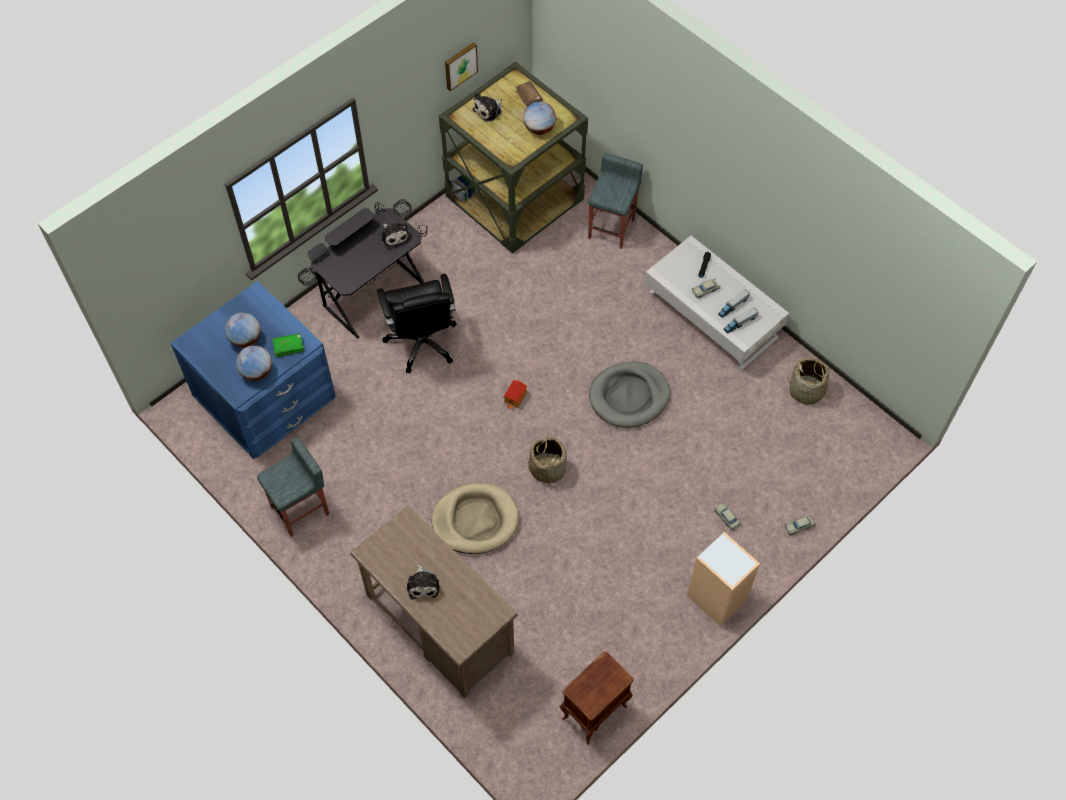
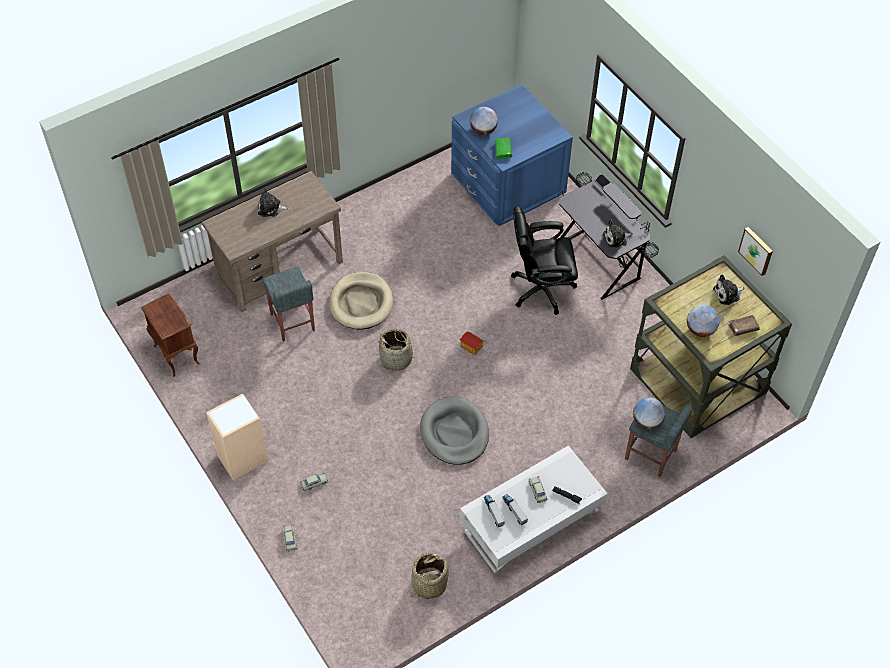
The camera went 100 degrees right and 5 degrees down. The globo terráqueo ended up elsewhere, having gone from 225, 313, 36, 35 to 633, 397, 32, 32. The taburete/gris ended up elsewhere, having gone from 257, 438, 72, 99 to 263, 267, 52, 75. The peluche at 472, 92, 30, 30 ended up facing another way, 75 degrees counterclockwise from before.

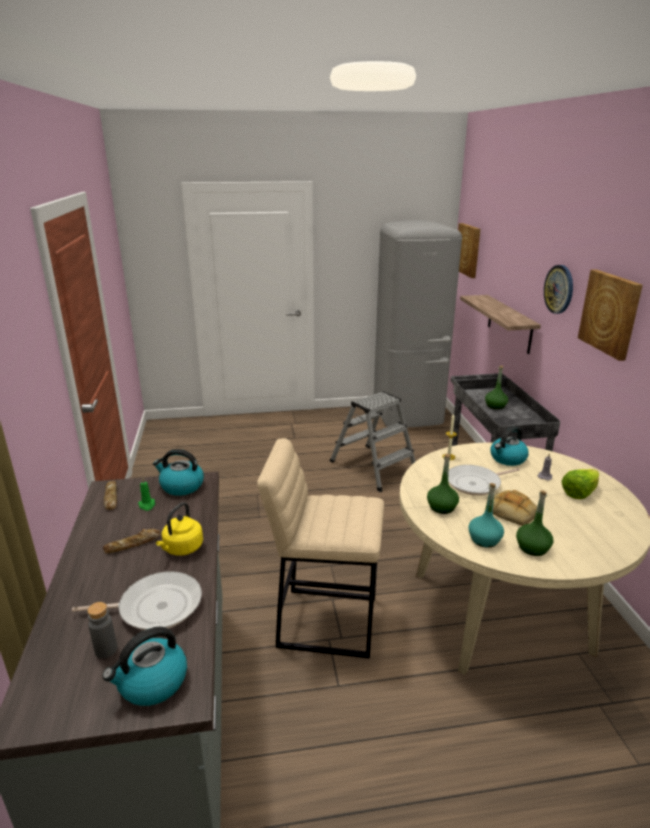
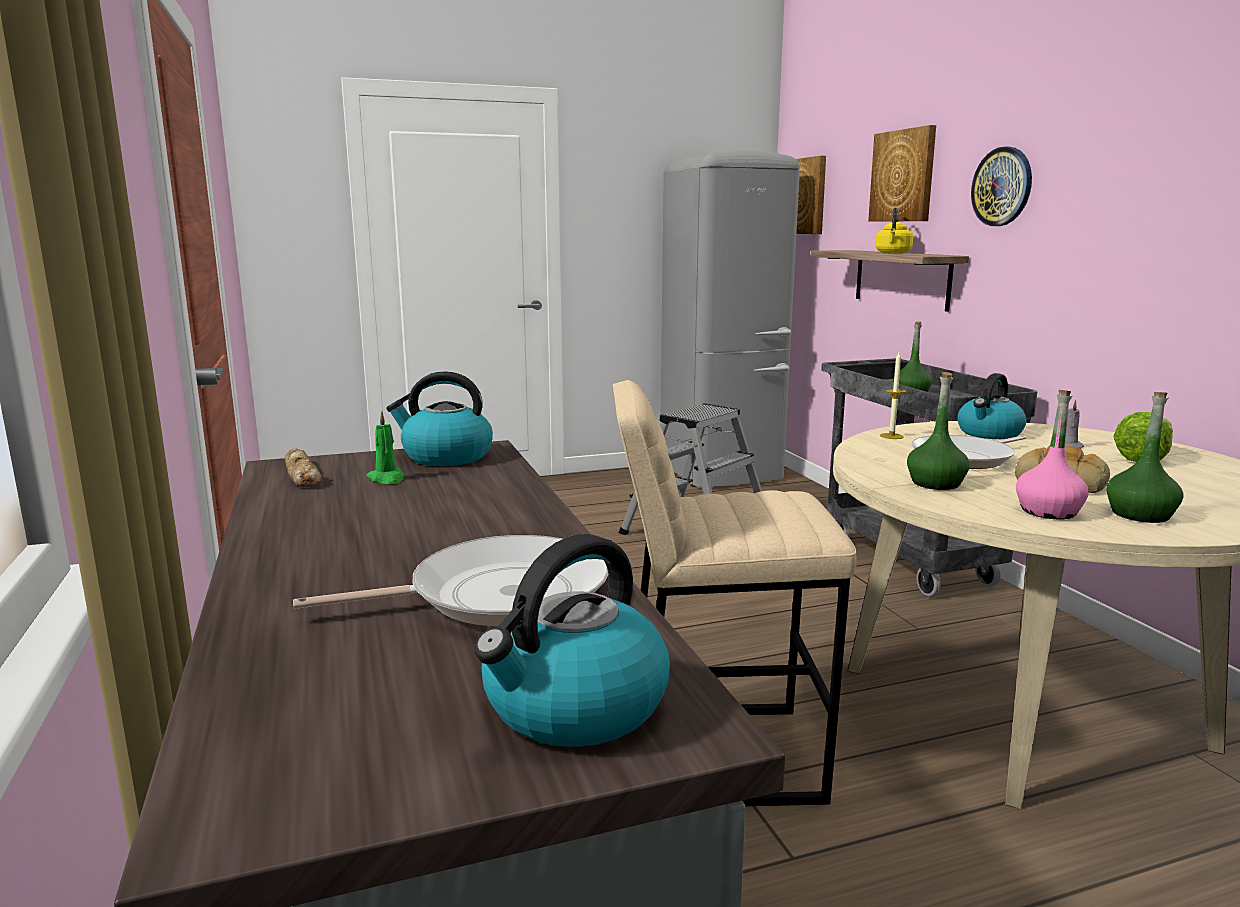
The camera went 10 degrees left and 10 degrees down. The second view lost the botella/gris at 87, 602, 30, 57. The second view lost the pan at 103, 529, 57, 24. The hervidor/amarillo ended up elsewhere, having gone from 156, 502, 47, 54 to 875, 207, 38, 46. The cuadro ended up elsewhere, having gone from 578, 269, 65, 92 to 868, 125, 68, 97. What was the botella/turquesa at 468, 483, 36, 65 turned into the botella/rosa at 1016, 390, 72, 129.

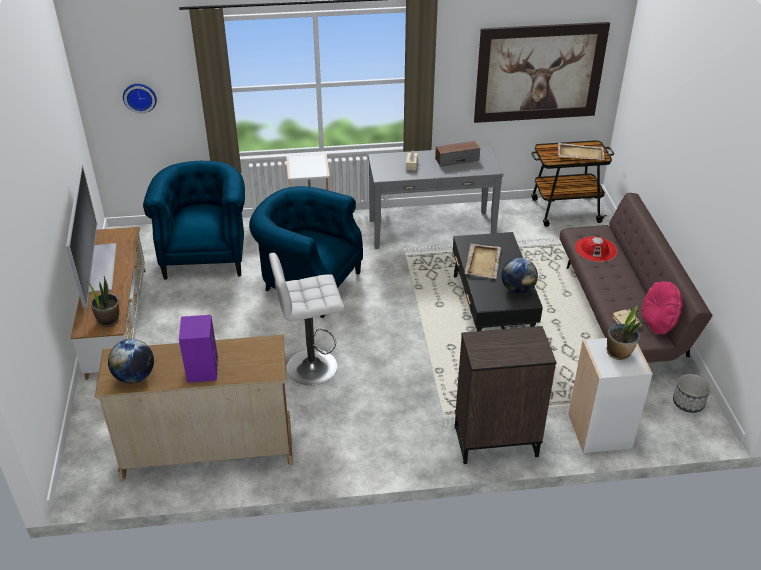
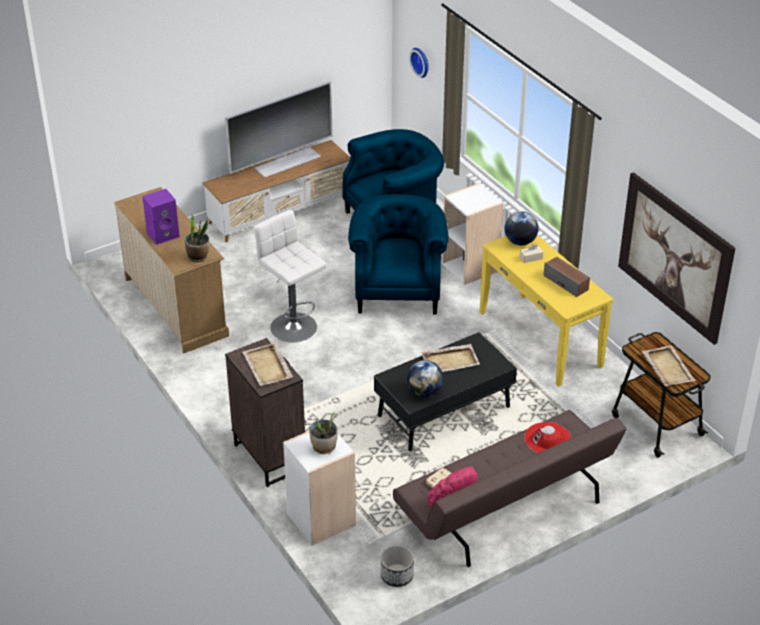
The camera went 65 degrees right and 0 degrees up. The second view gained the bandeja/beis at 242, 343, 51, 43. The planta en maceta ended up elsewhere, having gone from 87, 276, 33, 51 to 185, 214, 25, 48. The globo terráqueo ended up elsewhere, having gone from 108, 339, 46, 44 to 505, 211, 34, 34. What was the mesa consola/gris at 368, 146, 135, 103 turned into the mesa consola/amarillo at 480, 235, 133, 152.

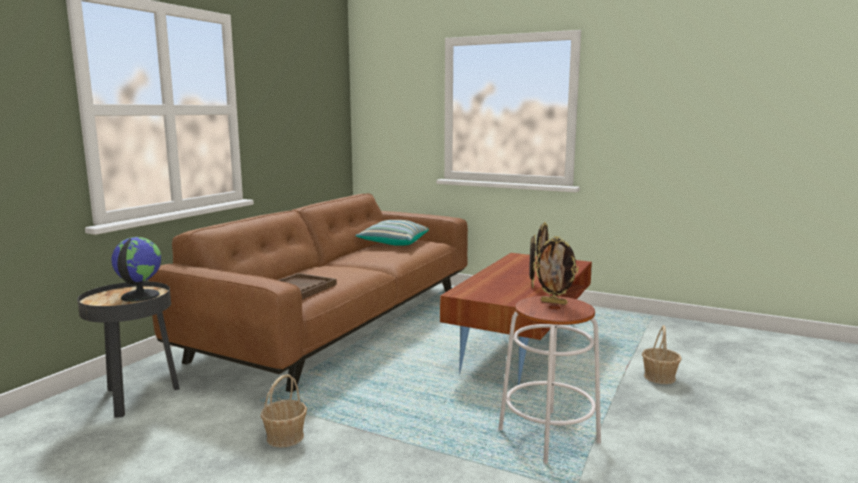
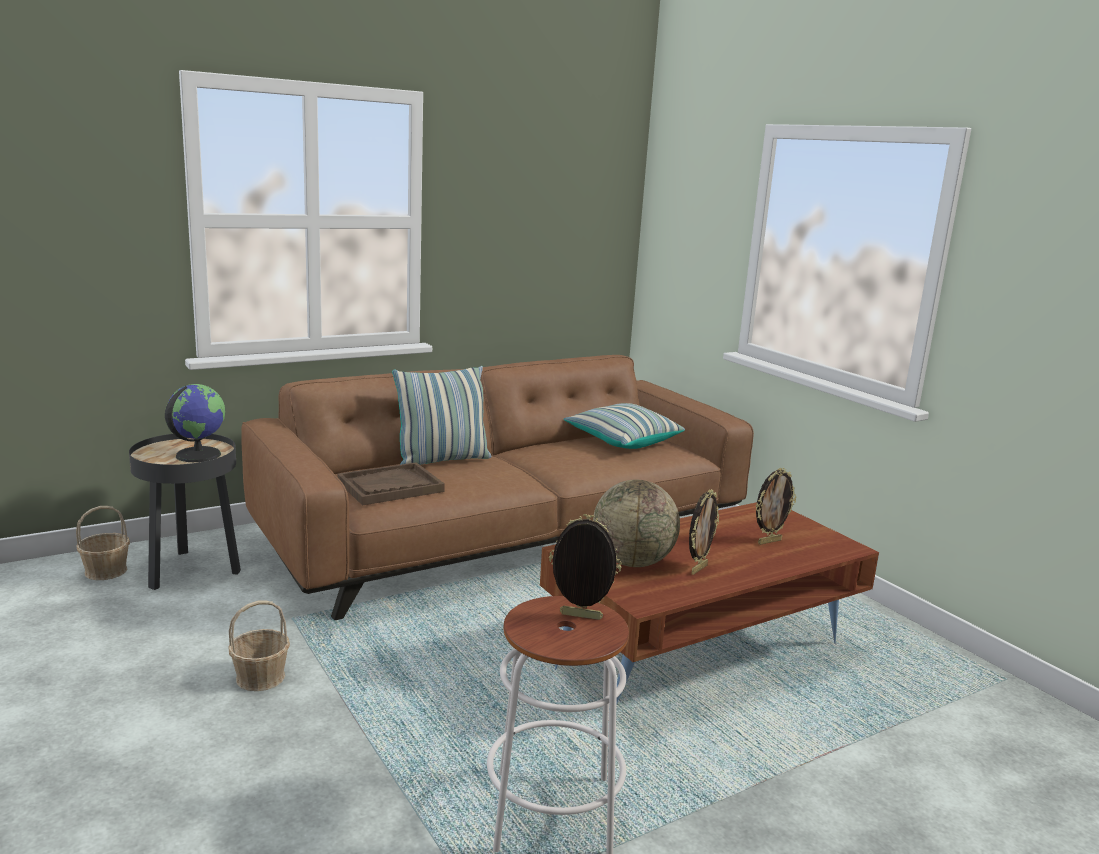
The camera went 30 degrees right and 5 degrees up. The second view gained the cojín at 392, 366, 99, 99. The second view gained the globo terráqueo at 593, 479, 87, 88. The cesta ended up elsewhere, having gone from 642, 325, 40, 59 to 76, 506, 54, 74. The portarretratos at 533, 236, 46, 69 ended up facing another way, 135 degrees clockwise from before.

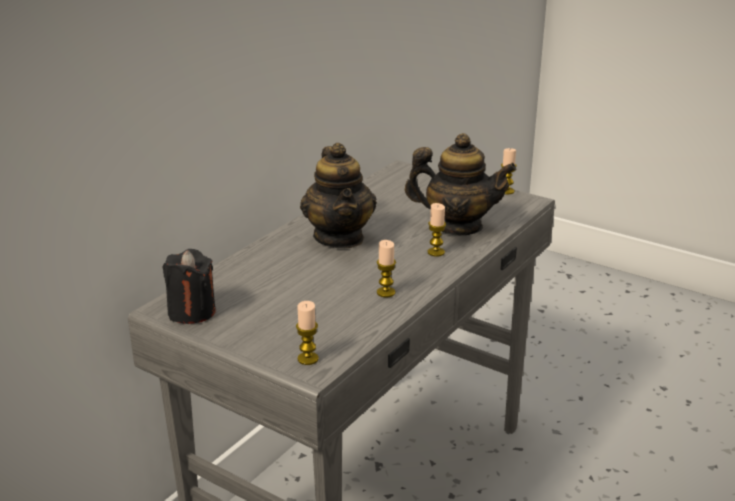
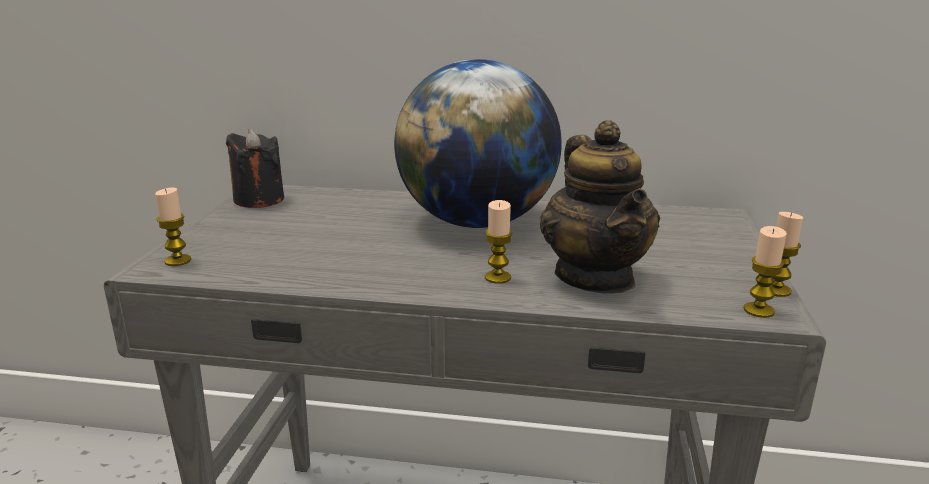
The camera went 65 degrees right and 5 degrees down. The vela ended up elsewhere, having gone from 377, 240, 19, 58 to 744, 226, 43, 92. Where the tetera stood at 300, 143, 77, 105, the globo terráqueo came to stand at 394, 59, 168, 169.

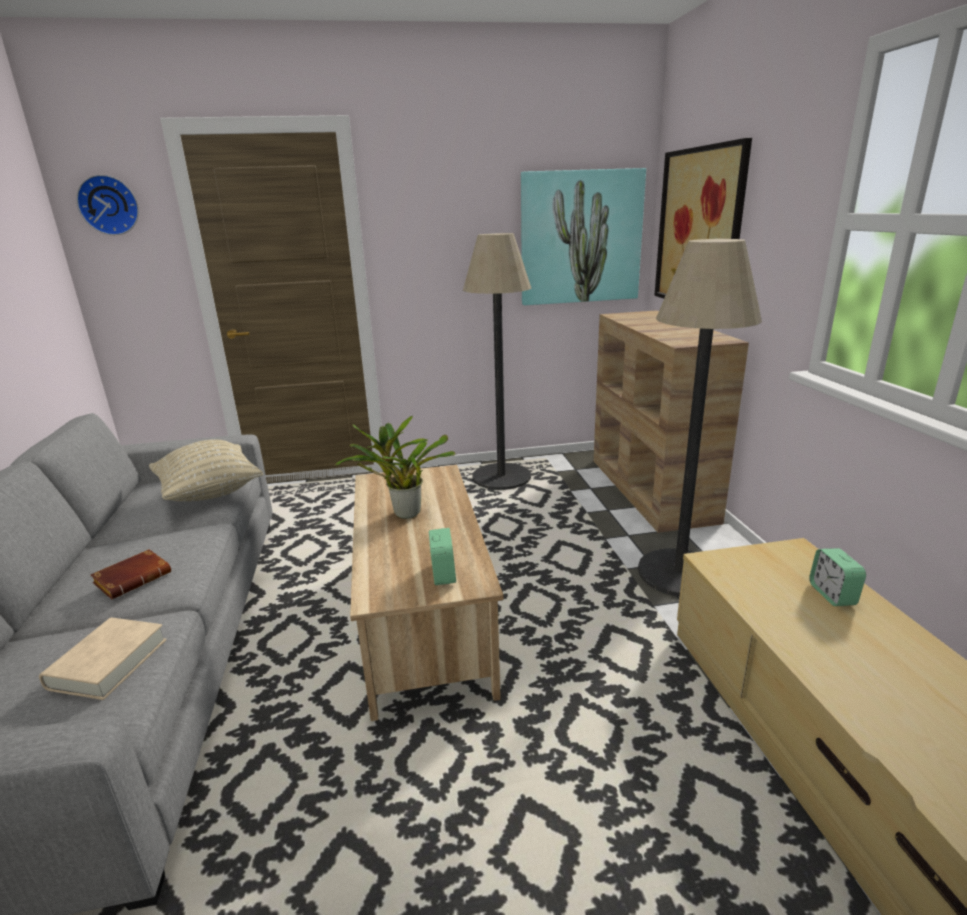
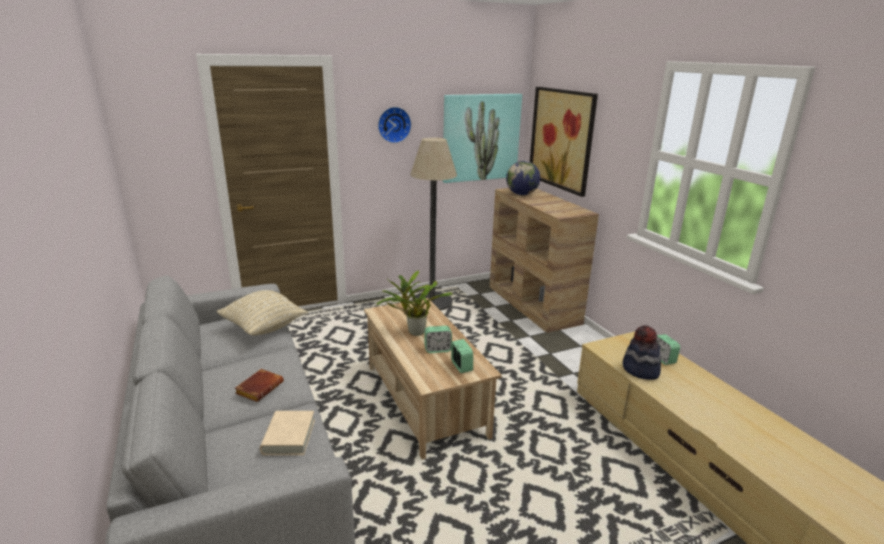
The camera went 15 degrees left and 0 degrees up. The second view lost the lámpara de pie at 638, 239, 124, 358. The second view gained the despertador at 425, 326, 27, 27. The second view gained the globo terráqueo at 506, 161, 34, 34. The second view gained the sombrero at 623, 325, 38, 55. The reloj de pared ended up elsewhere, having gone from 76, 175, 63, 60 to 378, 107, 34, 36.

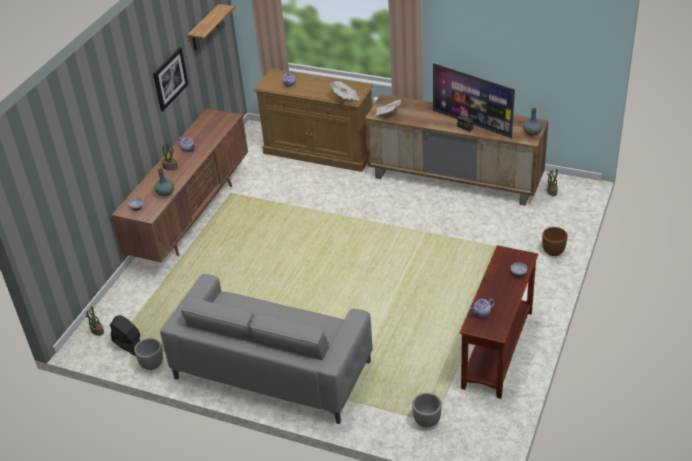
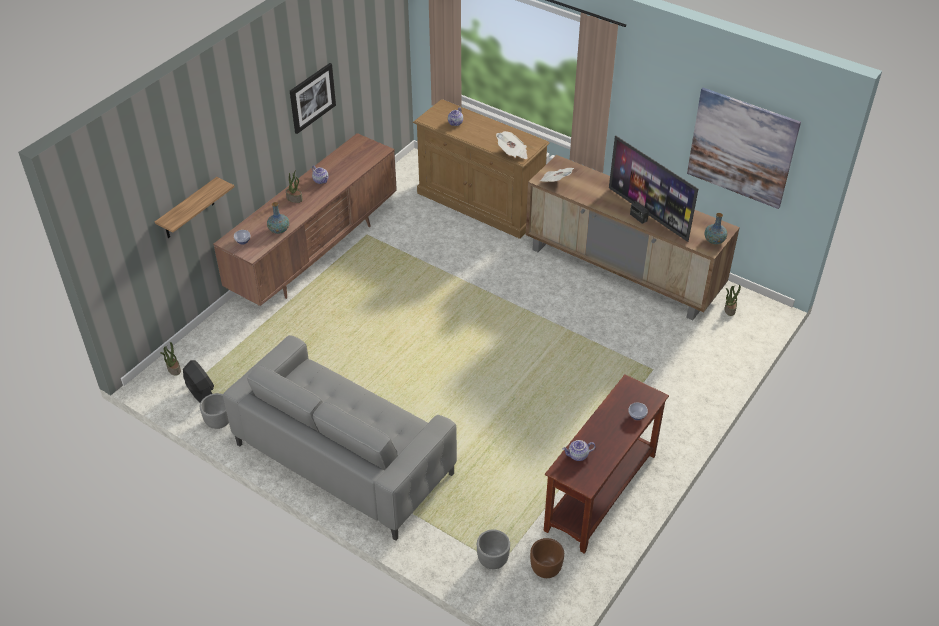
The camera went 10 degrees right and 5 degrees up. The second view gained the cuadro at 687, 88, 114, 121. The estante ended up elsewhere, having gone from 188, 4, 47, 46 to 155, 177, 80, 61. The maceta/marrón ended up elsewhere, having gone from 542, 227, 26, 29 to 530, 538, 34, 40.

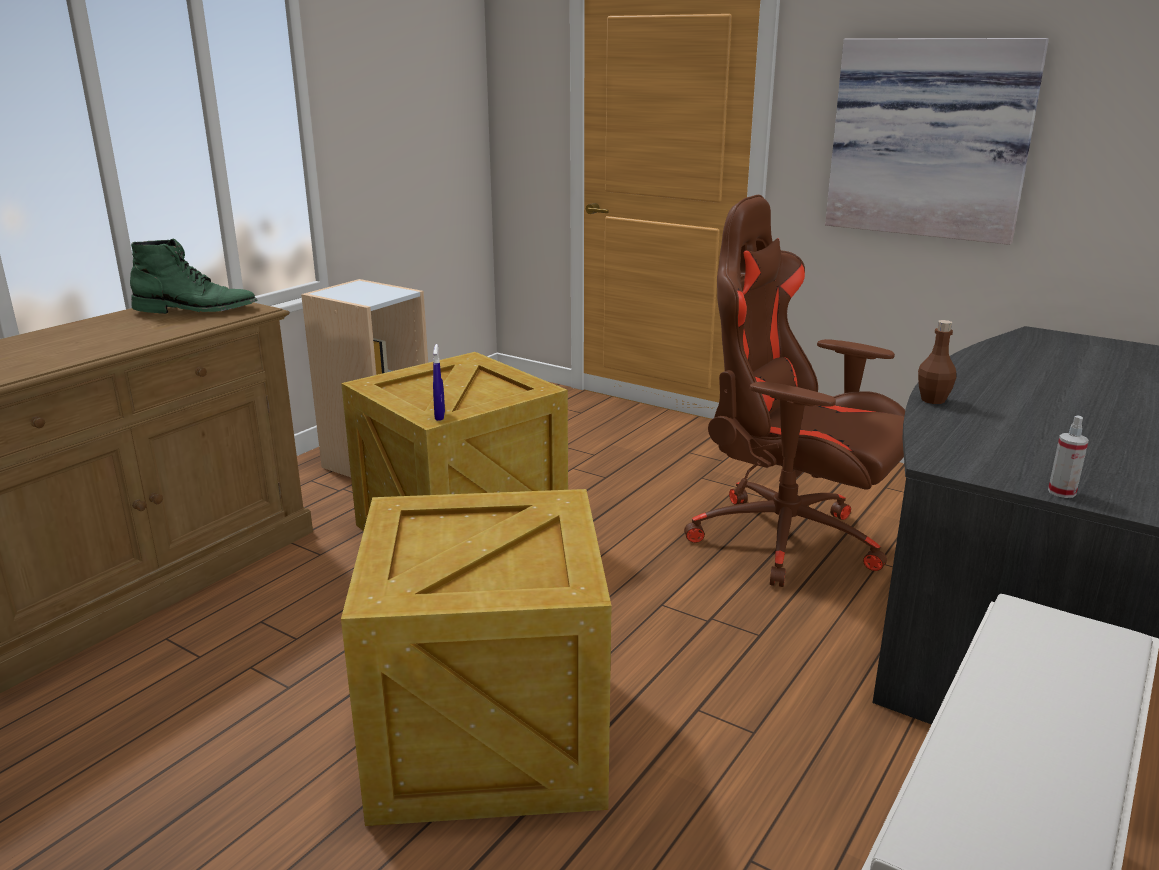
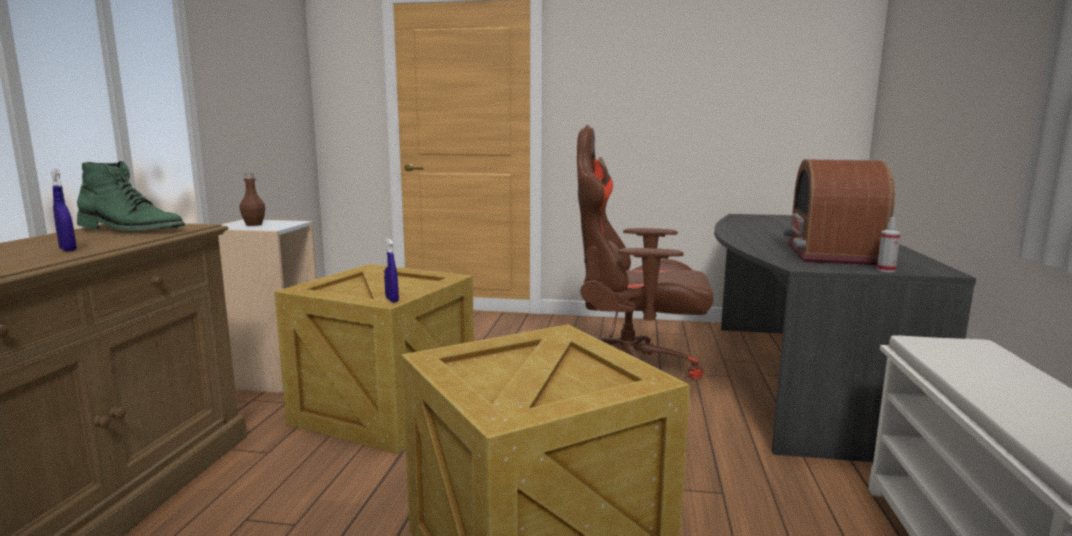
The camera went 25 degrees left and 10 degrees down. The second view lost the cuadro at 825, 38, 224, 207. The second view gained the pulverizador/azul at 51, 169, 26, 82. The second view gained the radio at 784, 159, 111, 106. The botella/marrón ended up elsewhere, having gone from 918, 320, 38, 84 to 240, 173, 25, 53. The bota/verde at 130, 239, 128, 75 ended up facing another way, 45 degrees clockwise from before.

